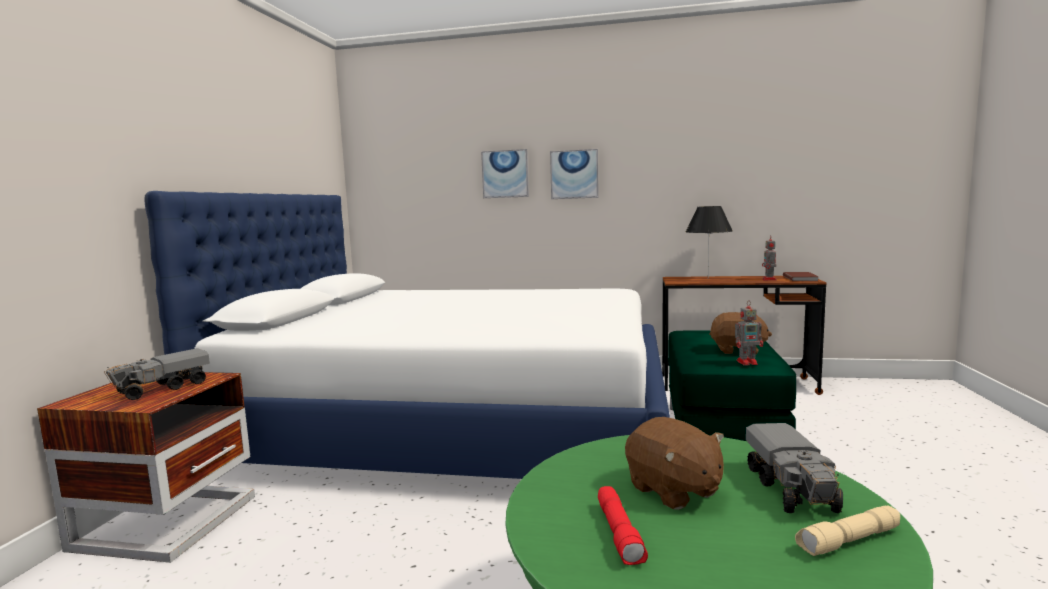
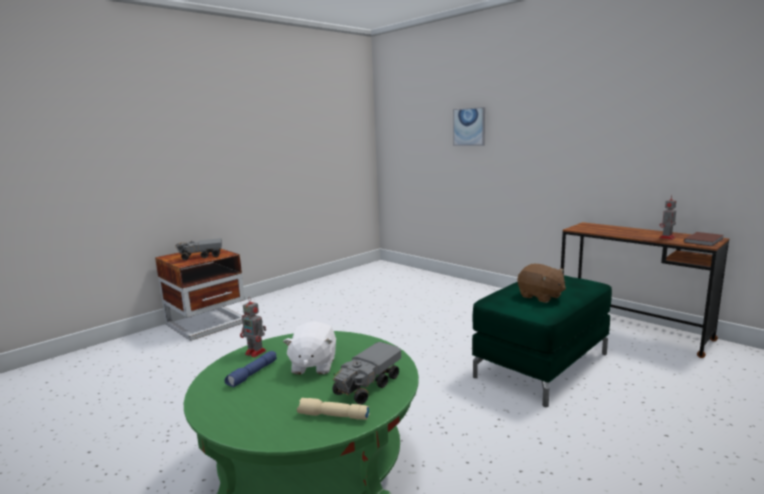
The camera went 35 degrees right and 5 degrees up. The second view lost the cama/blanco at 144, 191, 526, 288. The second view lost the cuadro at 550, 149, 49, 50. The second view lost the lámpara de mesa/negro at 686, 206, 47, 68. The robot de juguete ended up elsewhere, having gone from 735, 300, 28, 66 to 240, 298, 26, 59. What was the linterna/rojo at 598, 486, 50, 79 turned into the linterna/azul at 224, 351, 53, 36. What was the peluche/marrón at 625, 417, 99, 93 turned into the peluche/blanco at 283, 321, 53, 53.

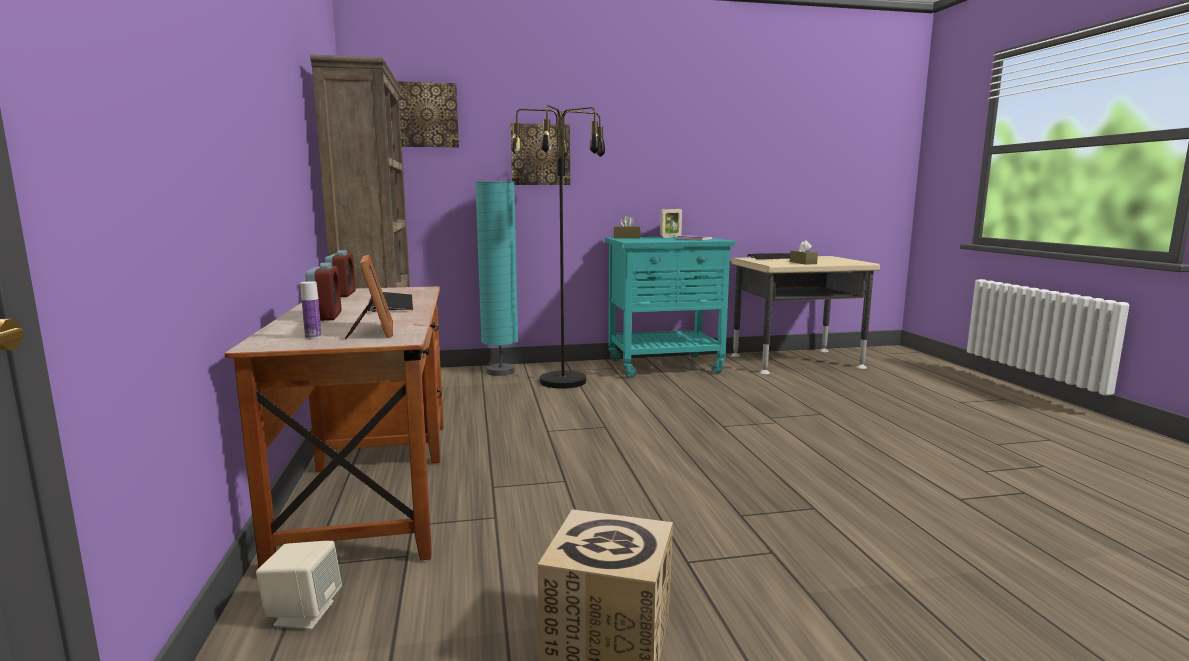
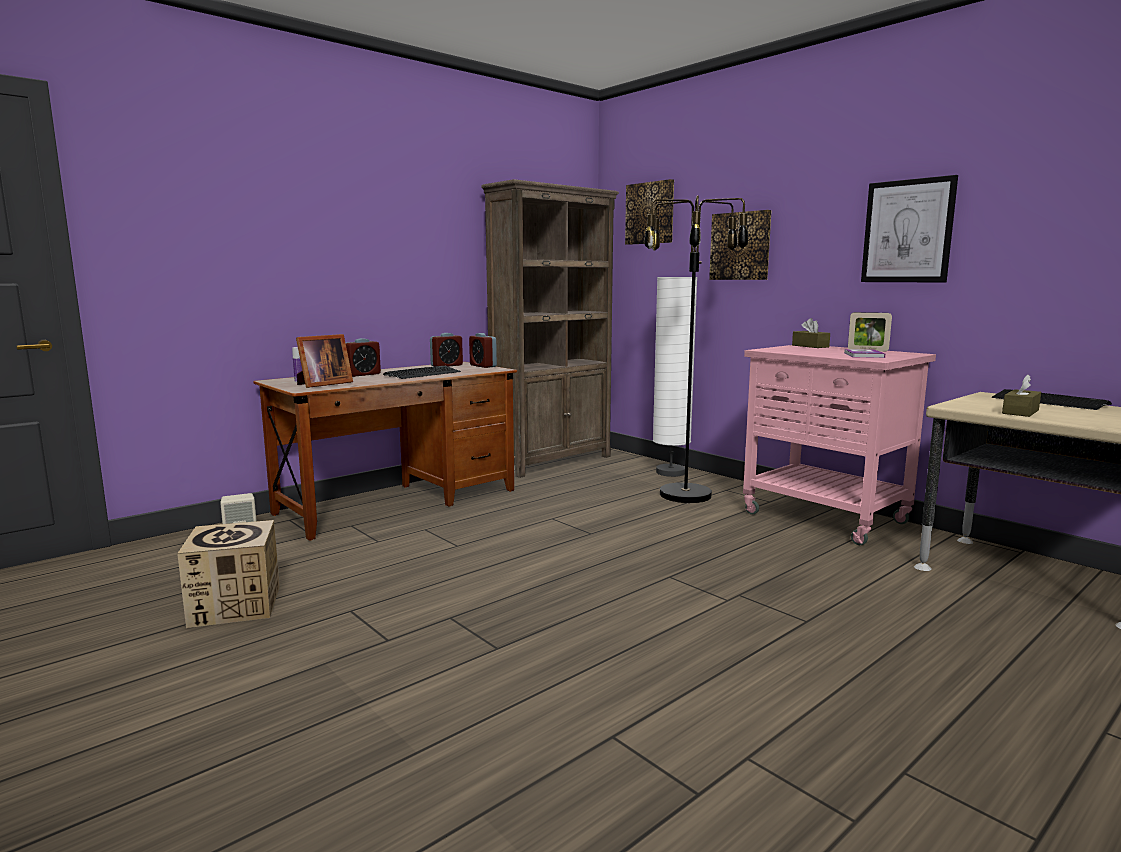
The camera went 60 degrees right and 0 degrees up. The second view gained the despertador at 469, 333, 28, 35. The second view gained the cuadro at 861, 175, 97, 108. What was the lámpara de pie/turquesa at 475, 181, 43, 195 turned into the lámpara de pie/blanco at 653, 277, 44, 200. What was the carrito/turquesa at 605, 237, 130, 141 turned into the carrito/rosa at 743, 345, 193, 200.

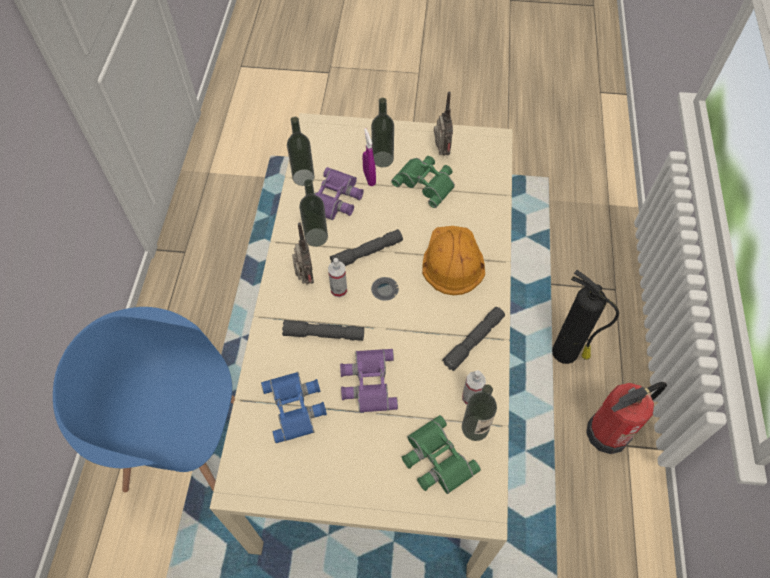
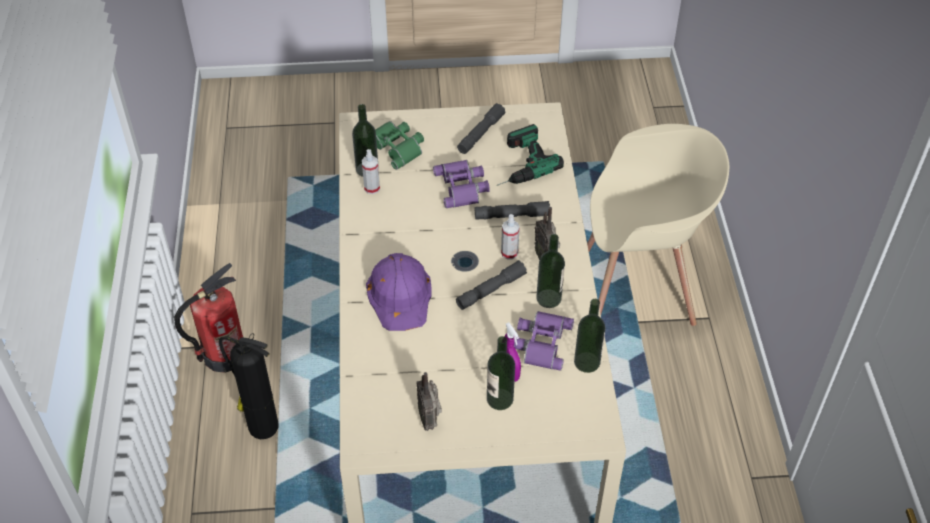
The camera went 170 degrees right and 10 degrees down. The second view lost the prismáticos/verde at 391, 156, 64, 52. The linterna/gris ended up elsewhere, having gone from 442, 307, 63, 64 to 457, 103, 48, 51. Where the prismáticos/azul stood at 261, 372, 66, 71, the taladro came to stand at 497, 124, 67, 62. What was the silla/azul at 53, 307, 182, 186 turned into the silla/beis at 587, 124, 142, 202. What was the casco/naranja at 422, 226, 63, 69 turned into the casco/morado at 366, 253, 66, 78.

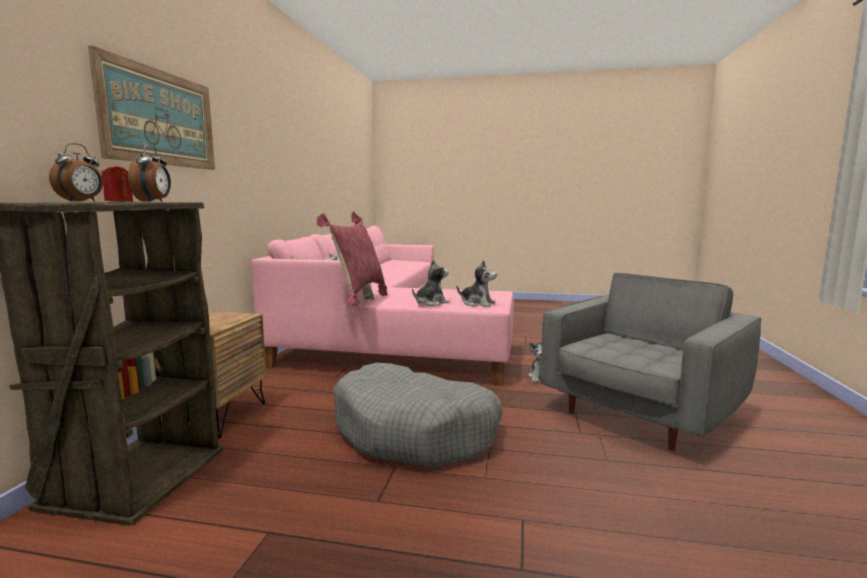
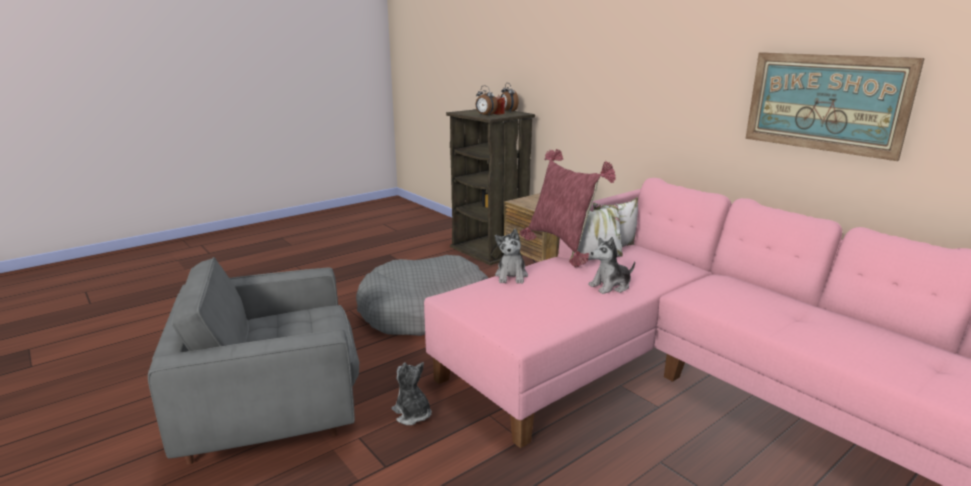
The camera went 130 degrees right and 10 degrees up. The cuadro ended up elsewhere, having gone from 88, 45, 127, 125 to 745, 52, 180, 109. The peluche ended up elsewhere, having gone from 456, 260, 41, 47 to 588, 237, 47, 57. The sillón/gris at 541, 273, 220, 178 ended up facing another way, 75 degrees clockwise from before.

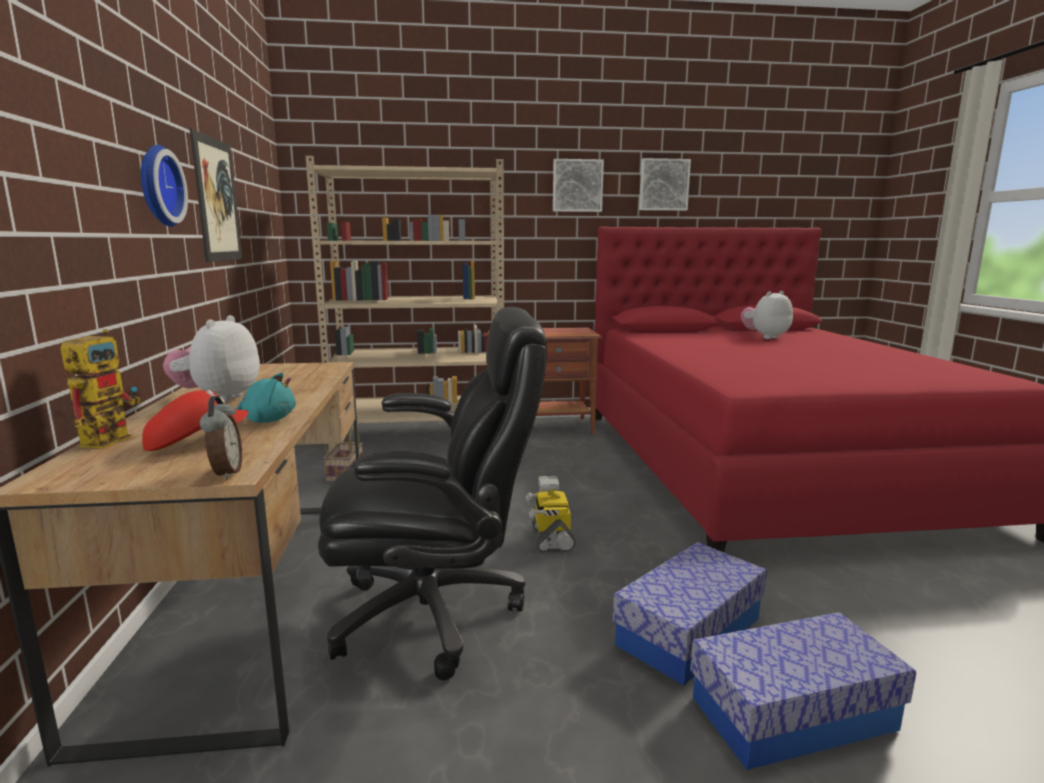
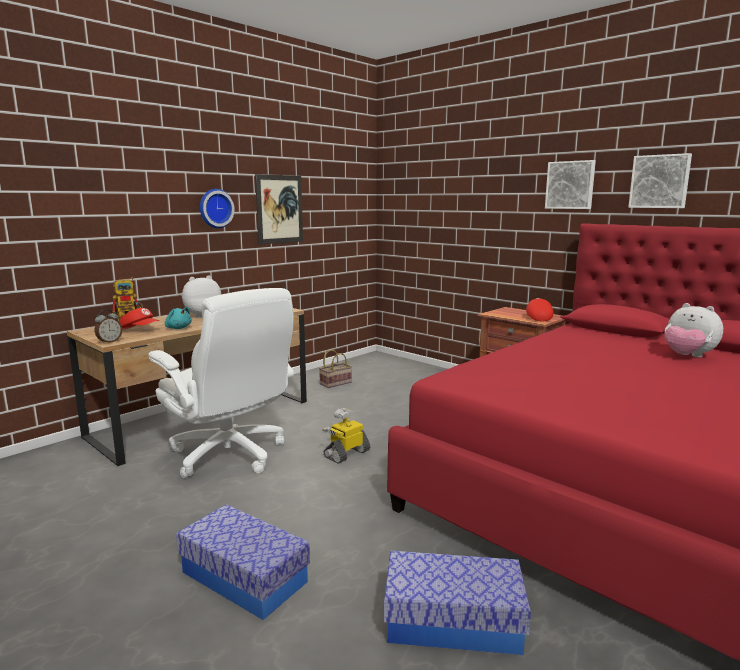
The camera went 50 degrees right and 0 degrees up. The second view lost the estantería/beis at 306, 156, 198, 294. The second view gained the gorra/rojo at 526, 298, 28, 23. The caja de almacenaje ended up elsewhere, having gone from 613, 542, 154, 144 to 384, 551, 147, 104. What was the silla de oficina/negro at 318, 307, 229, 373 turned into the silla de oficina/blanco at 149, 288, 145, 190. The peluche at 741, 291, 52, 48 ended up facing another way, 150 degrees counterclockwise from before.

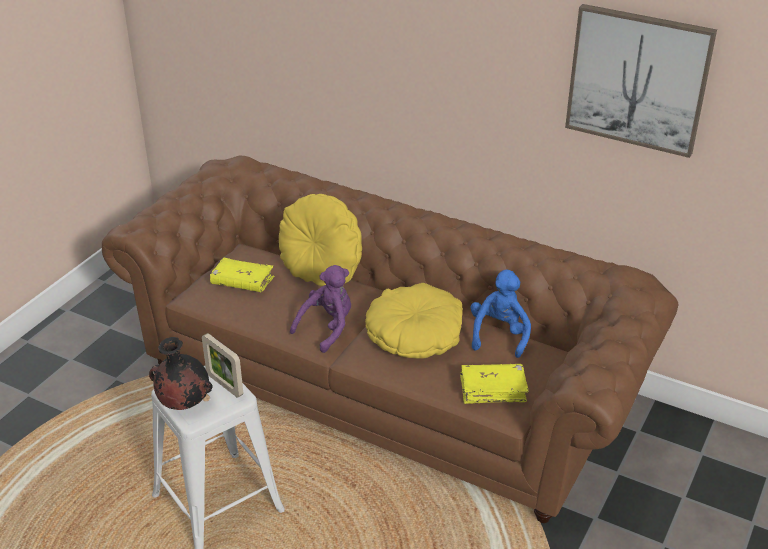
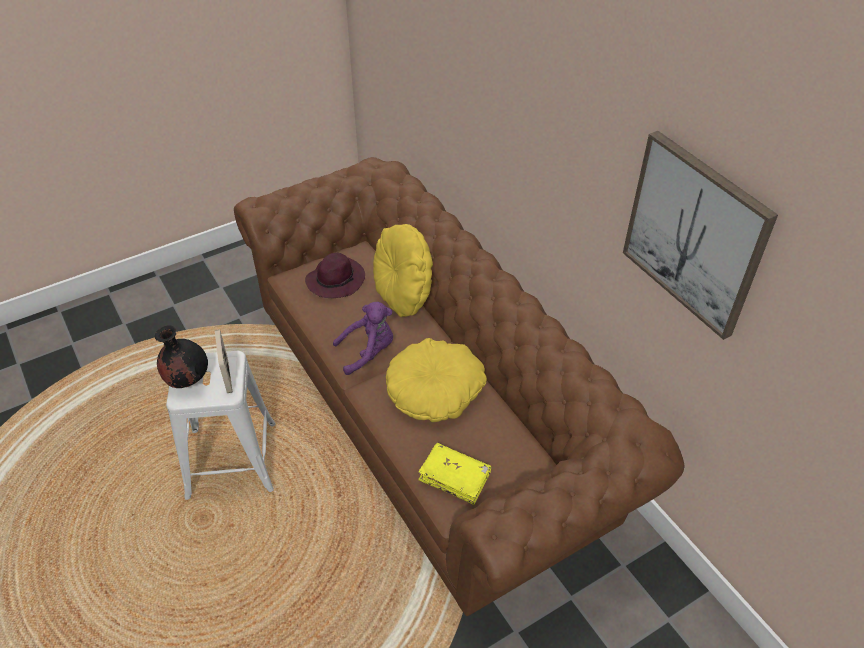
The camera went 30 degrees right and 10 degrees up. The second view lost the peluche/azul at 471, 270, 60, 88. Where the libro/amarillo stood at 210, 258, 64, 34, the sombrero/morado came to stand at 305, 253, 60, 45.

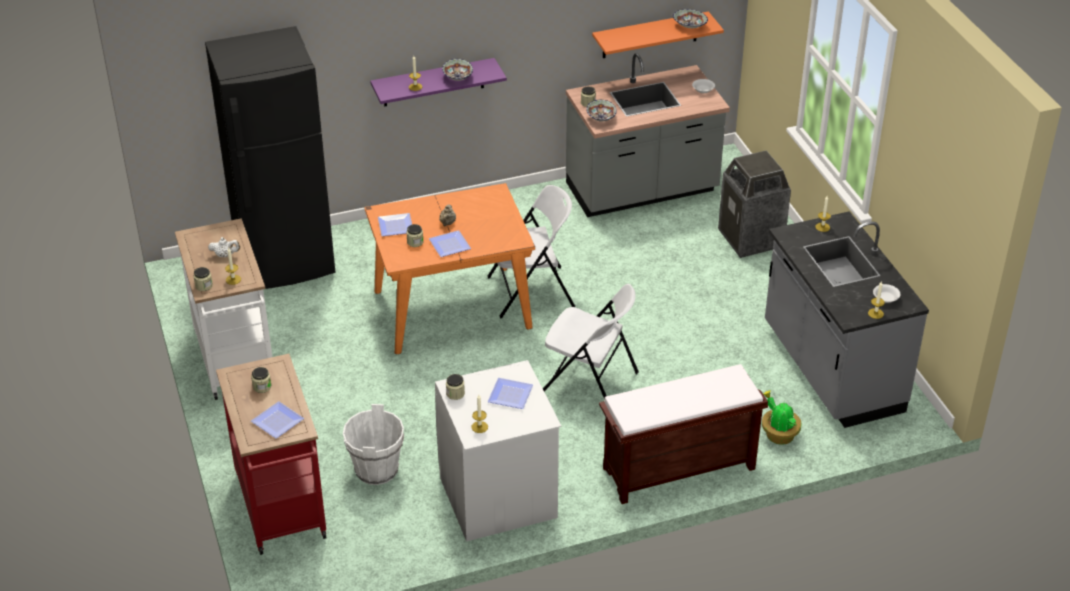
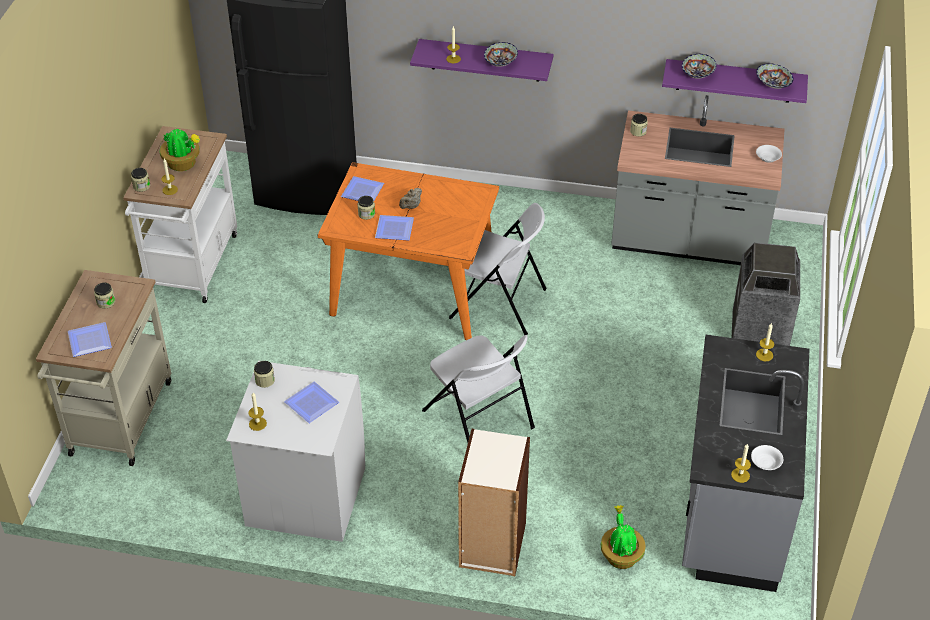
The camera went 30 degrees right and 5 degrees up. The second view lost the cubo/blanco at 343, 404, 61, 81. The cuenco ended up elsewhere, having gone from 586, 100, 31, 22 to 682, 54, 34, 25. Where the tetera/blanco stood at 208, 237, 32, 20, the planta en maceta came to stand at 160, 126, 40, 45. Where the banco/marrón stood at 599, 364, 169, 140, the estantería came to stand at 458, 429, 72, 147. What was the carrito/rojo at 216, 354, 111, 201 turned into the carrito/beis at 36, 270, 136, 196. What was the estante/naranja at 592, 11, 132, 47 turned into the estante/morado at 662, 59, 146, 44.

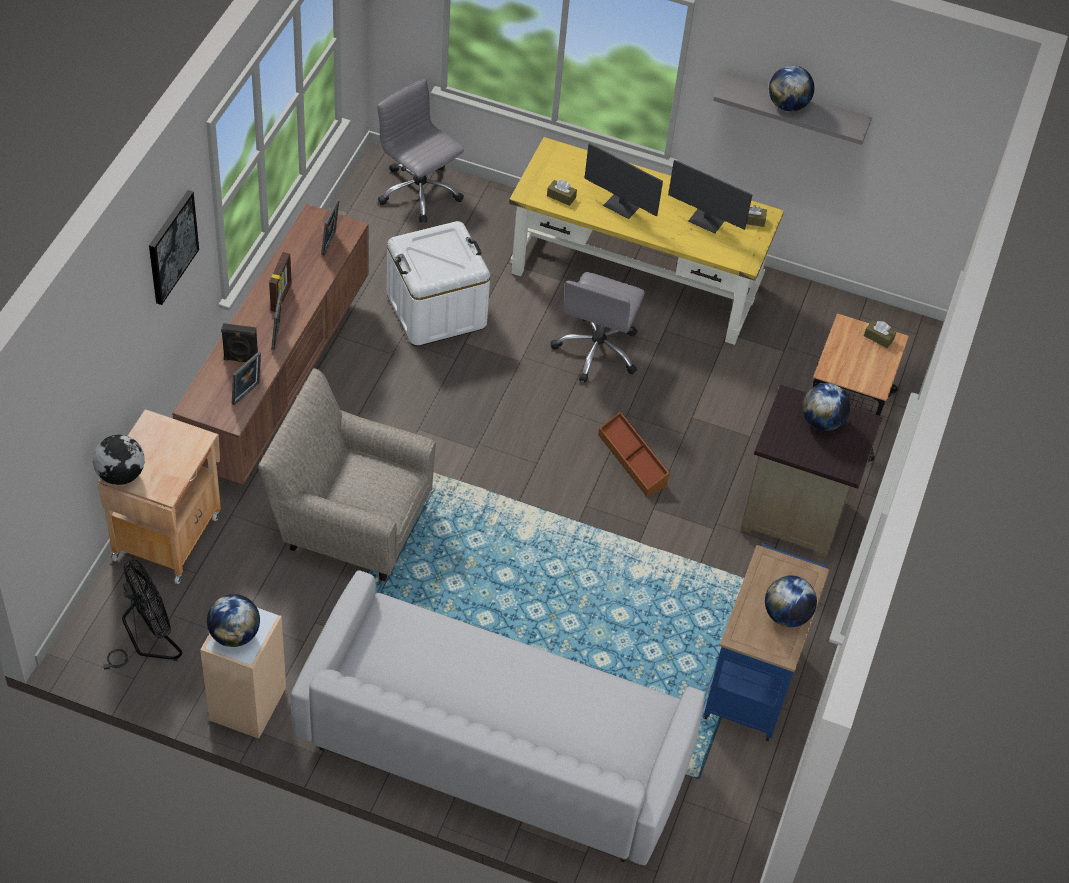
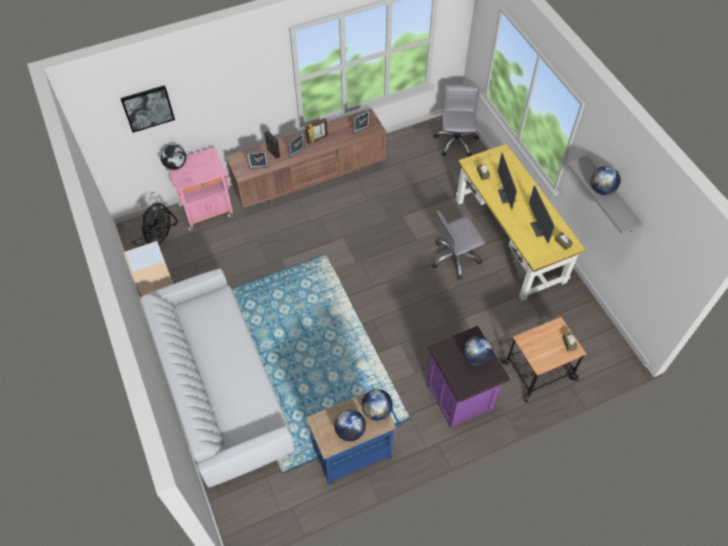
The camera went 50 degrees right and 5 degrees up. The second view lost the sillón/beis at 258, 368, 178, 213. The second view lost the caja de almacenaje/blanco at 387, 221, 103, 125. The second view lost the caja de almacenaje/marrón at 598, 412, 72, 85. The cuadro ended up elsewhere, having gone from 149, 190, 50, 115 to 120, 85, 55, 48. The globo terráqueo ended up elsewhere, having gone from 207, 594, 53, 53 to 362, 389, 31, 31. What was the carrito/marrón at 97, 410, 124, 174 turned into the carrito/rosa at 167, 147, 66, 83. What was the armario/beis at 741, 384, 142, 176 turned into the armario/morado at 426, 326, 84, 102.

